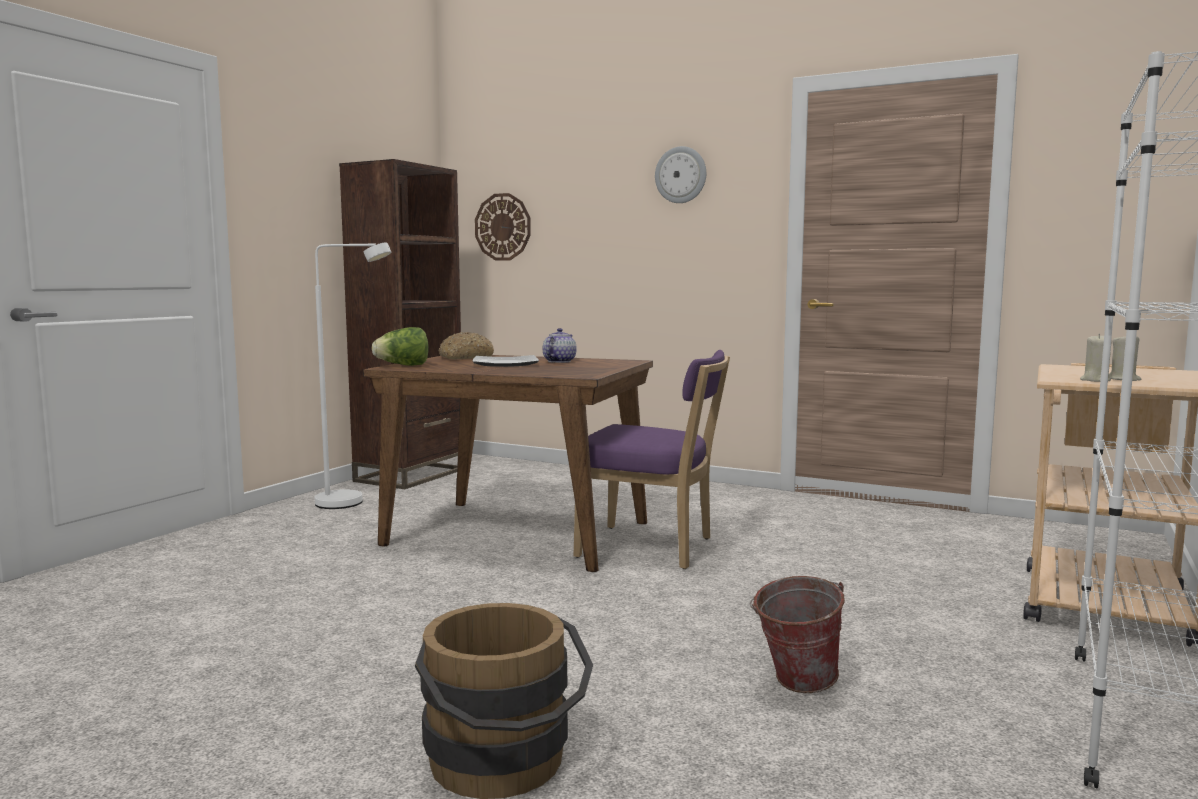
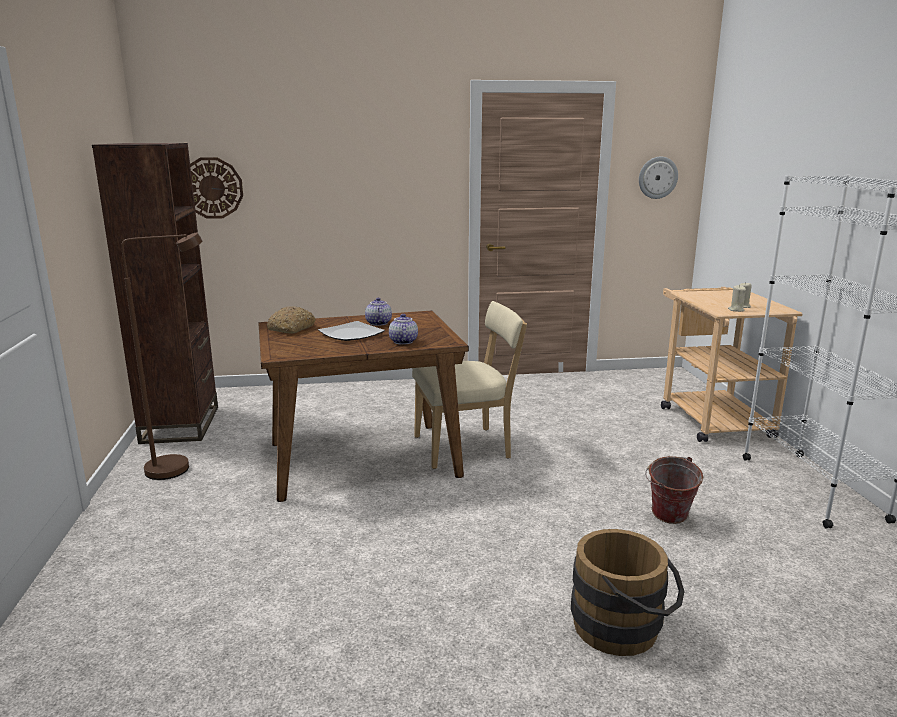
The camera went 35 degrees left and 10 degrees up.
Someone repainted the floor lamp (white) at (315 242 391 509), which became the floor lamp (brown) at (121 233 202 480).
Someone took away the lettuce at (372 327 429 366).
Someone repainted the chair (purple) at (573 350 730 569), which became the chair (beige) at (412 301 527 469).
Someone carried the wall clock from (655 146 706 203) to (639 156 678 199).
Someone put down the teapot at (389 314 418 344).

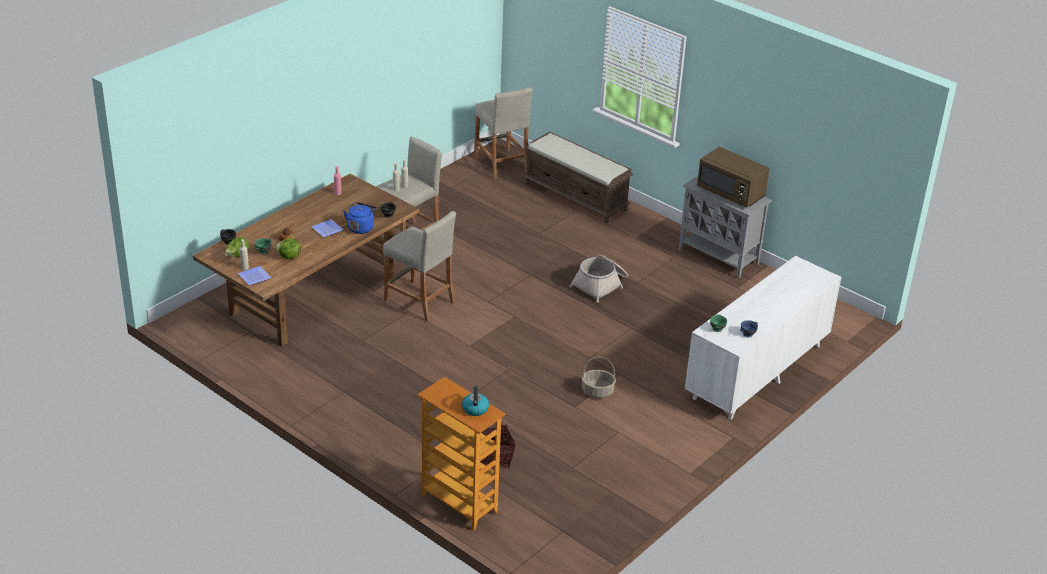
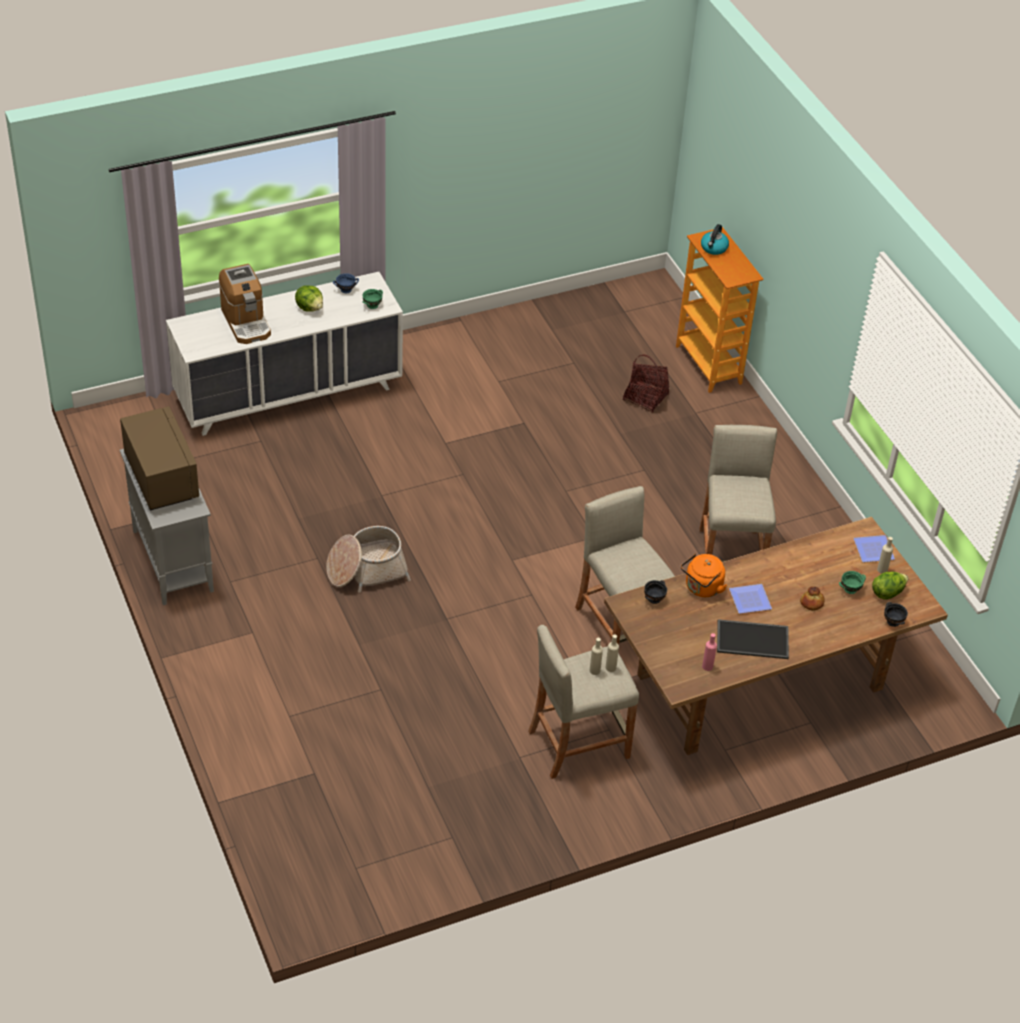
The camera went 155 degrees left and 10 degrees up.
Someone carried the lettuce from (276 239 301 259) to (295 285 323 312).
Someone repainted the kettle (blue) at (343 202 377 234), which became the kettle (orange) at (681 554 727 597).
Someone carried the stool (beige) from (474 87 533 179) to (700 425 777 562).
Someone took away the bench (brown) at (522 132 633 223).
Someone took away the basket at (582 357 616 398).
Someone put down the coffee machine at (219 264 271 344).
Someone put down the tray at (717 619 789 659).

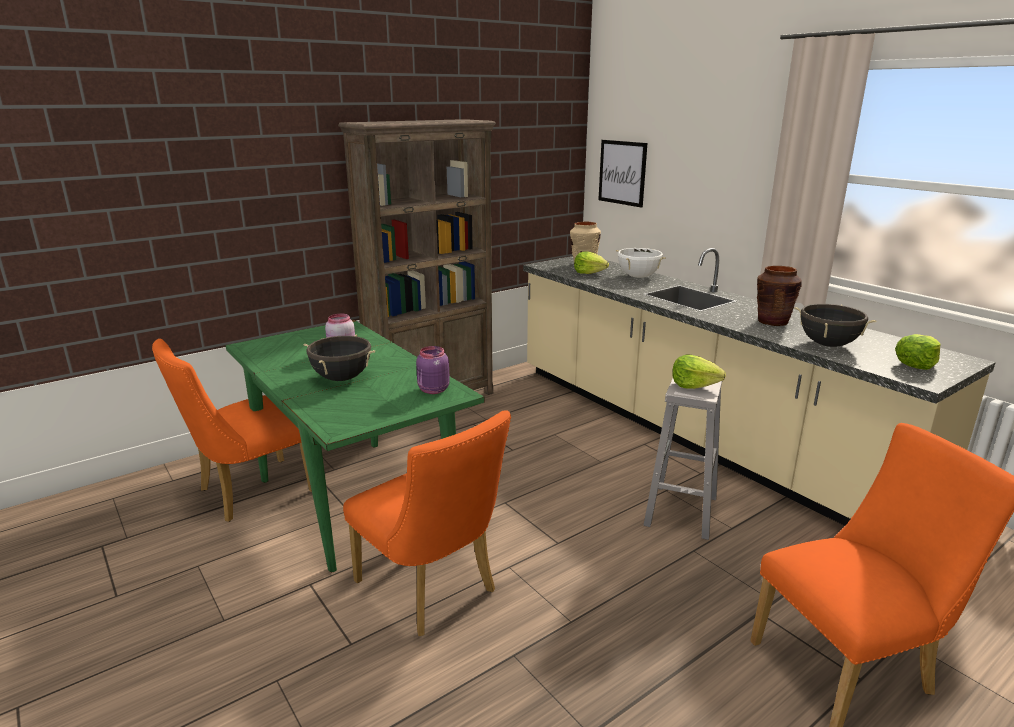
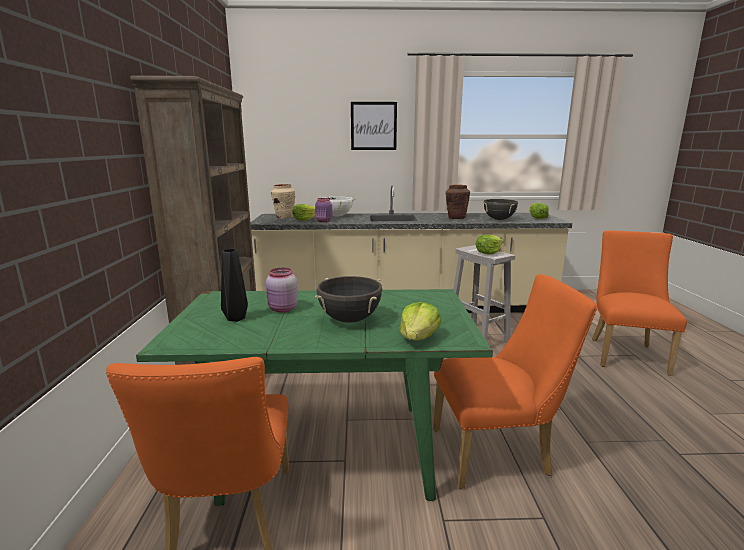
The camera went 55 degrees left and 5 degrees down.
Someone carried the jar (purple) from (416 346 450 394) to (315 198 333 222).
Someone carried the picture from (598 140 647 208) to (351 102 397 150).
Someone put down the vase (black) at (221 249 248 322).
Someone put down the lettuce at (399 302 441 340).

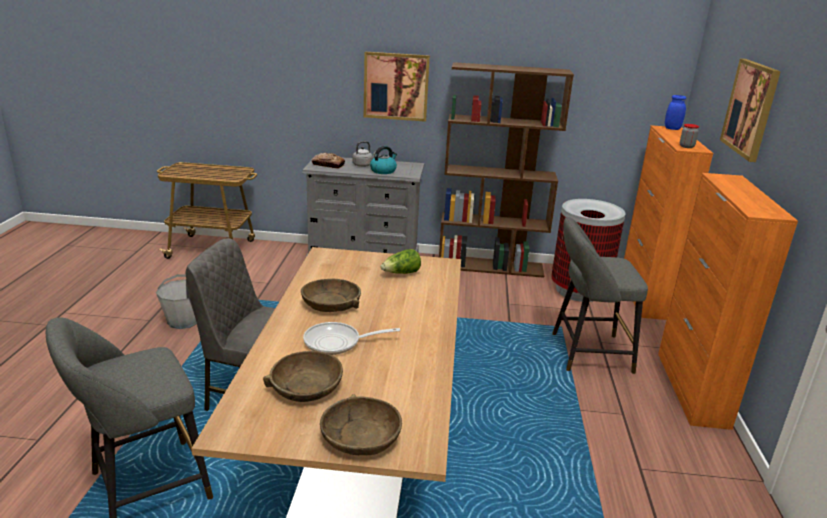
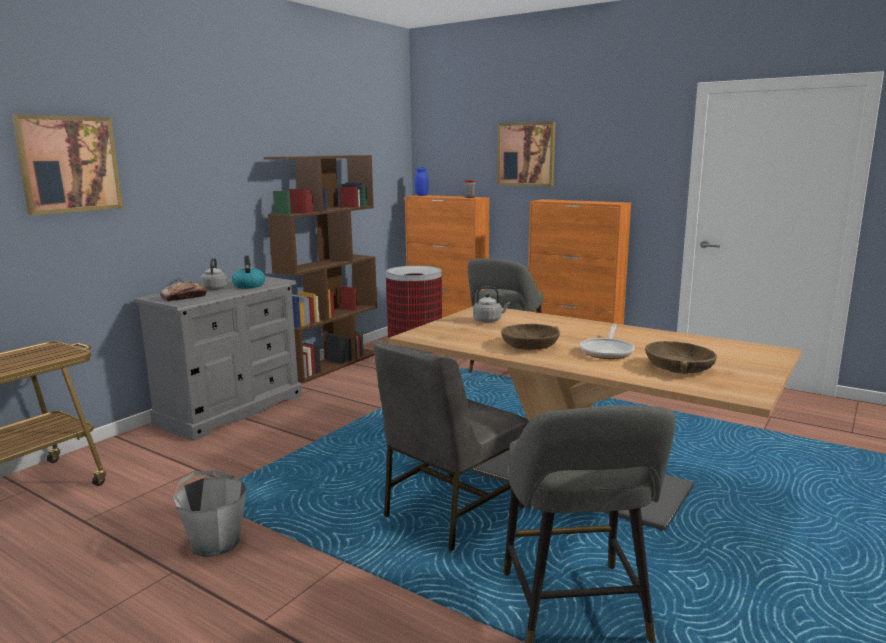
The camera went 60 degrees left and 10 degrees down.
Someone took away the bowl (brown) at (320 394 402 455).
Someone carried the picture from (364 52 430 122) to (12 114 123 215).
Someone swapped the lettuce at (381 249 421 274) for the kettle (grey) at (473 286 510 322).

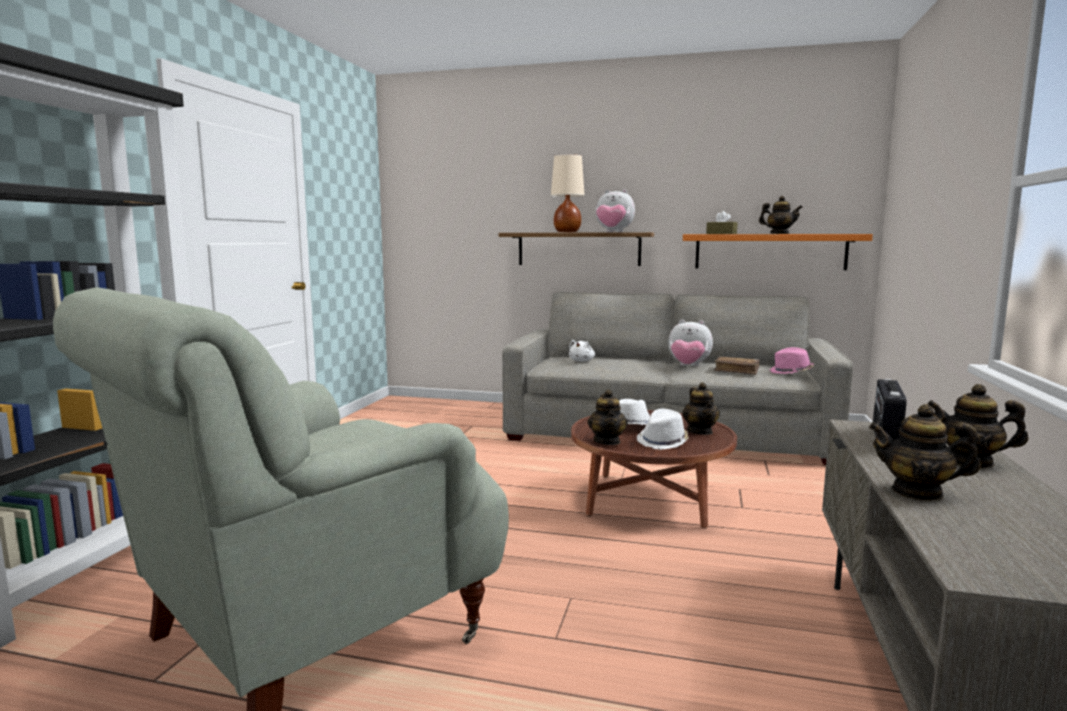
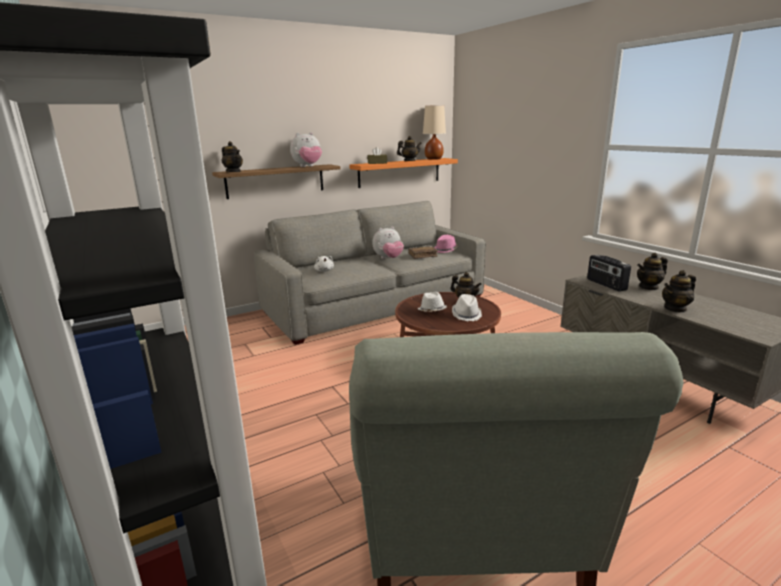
The camera went 45 degrees left and 10 degrees up.
Someone carried the table lamp (beige) from (551 154 585 232) to (423 105 446 160).
Someone carried the teapot from (587 389 628 445) to (221 141 243 172).

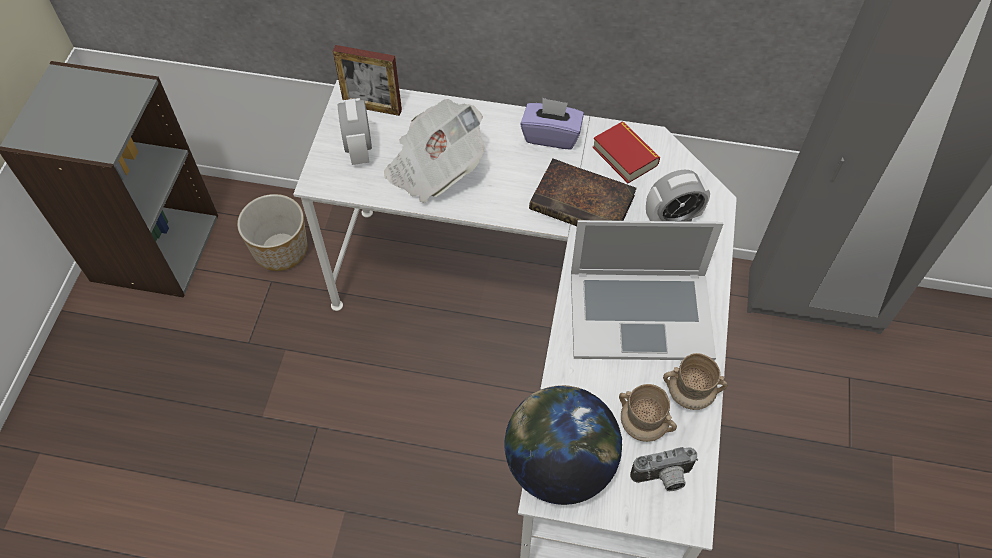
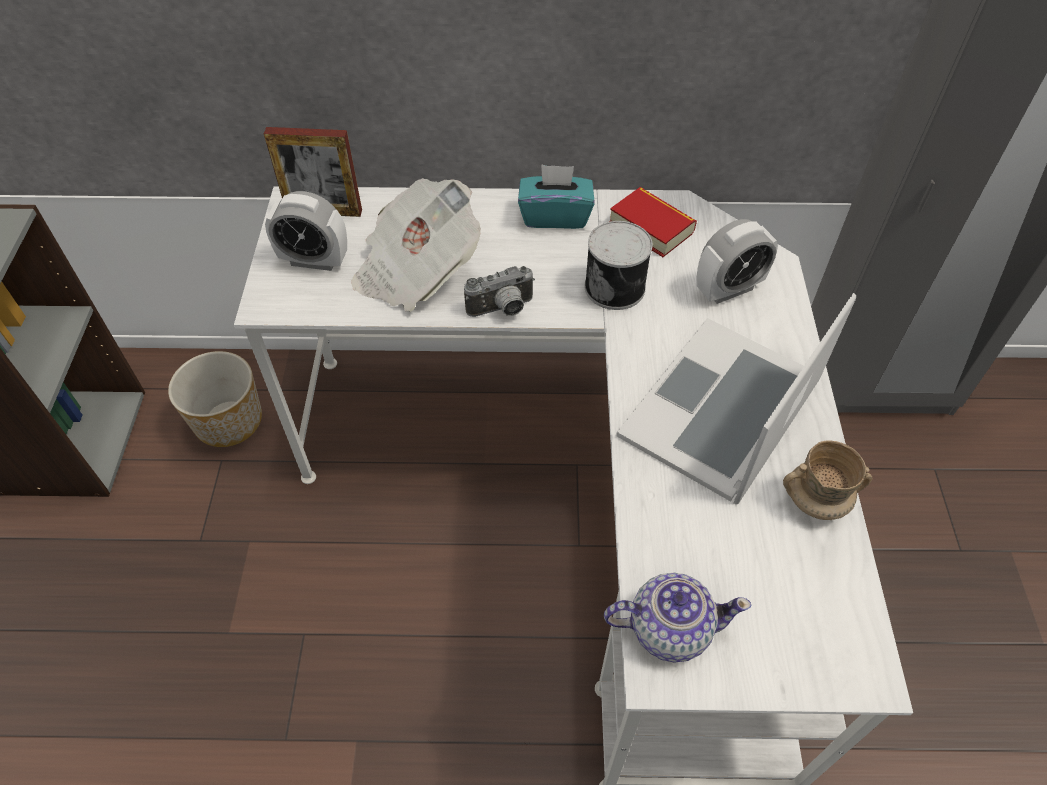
The camera went 10 degrees left and 5 degrees down.
Someone rotated the alarm clock at (338 98 372 165) by 60 degrees counterclockwise.
Someone swapped the globe at (504 385 622 505) for the teapot at (604 573 751 663).
Someone repainted the tissue box (purple) at (520 98 584 150), which became the tissue box (turquoise) at (518 164 595 229).
Someone swapped the book at (529 158 637 226) for the can at (585 221 653 310).
Someone rotated the laptop at (571 220 724 361) by 135 degrees clockwise.
Someone took away the mug (beige) at (619 384 677 442).
Someone carried the photo camera from (630 447 698 491) to (464 266 535 317).

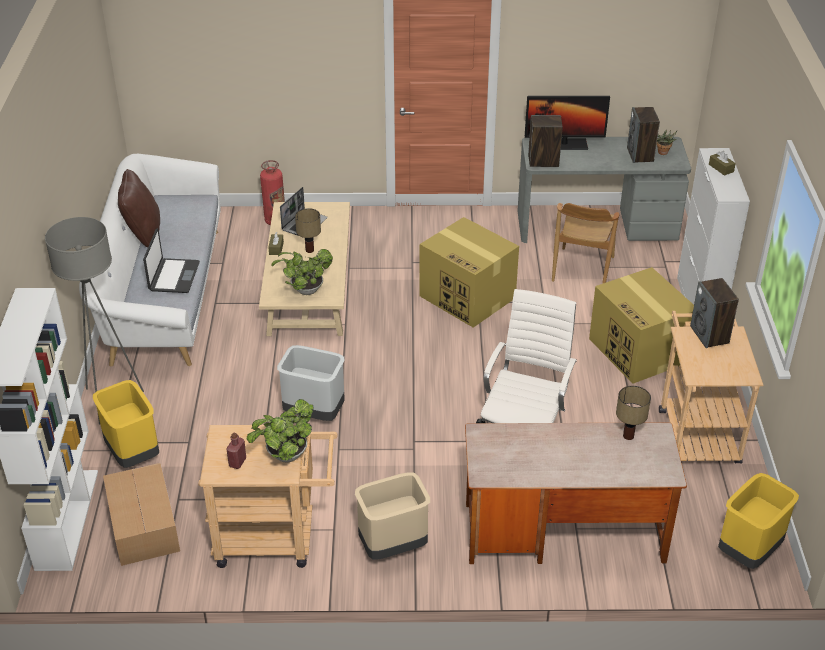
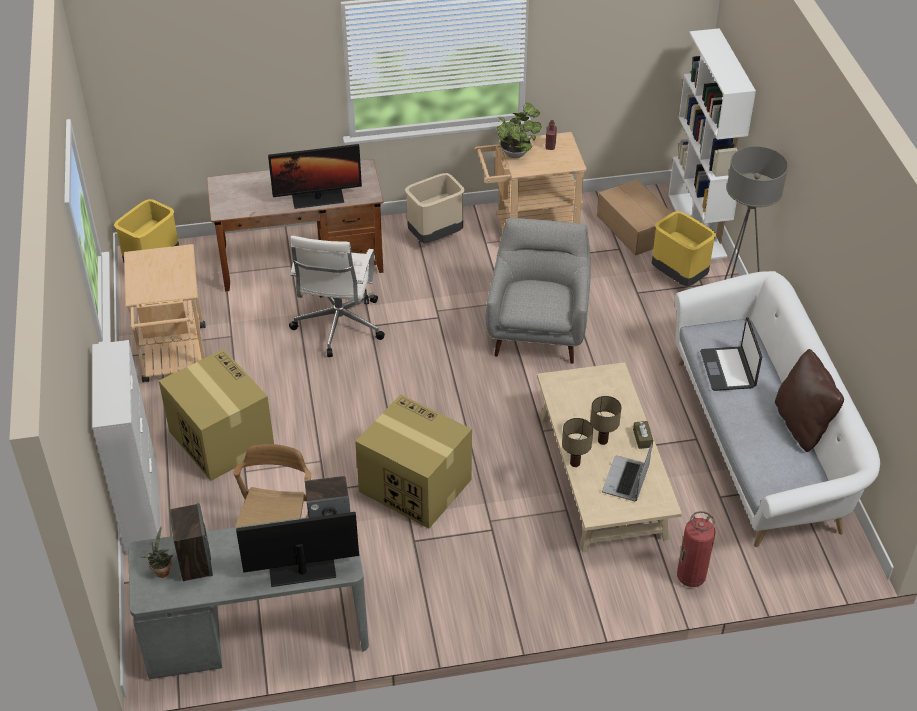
The camera went 170 degrees right and 5 degrees up.
Someone took away the potted plant at (272 249 333 295).
Someone swapped the trash can (grey) at (277 345 345 421) for the armchair (grey) at (486 218 591 364).
Someone carried the table lamp from (616 386 651 440) to (562 418 593 467).
Someone took away the speaker at (690 278 739 348).
Someone took away the tissue box (brown) at (709 151 736 176).
Someone put down the monitor at (268 144 362 209).

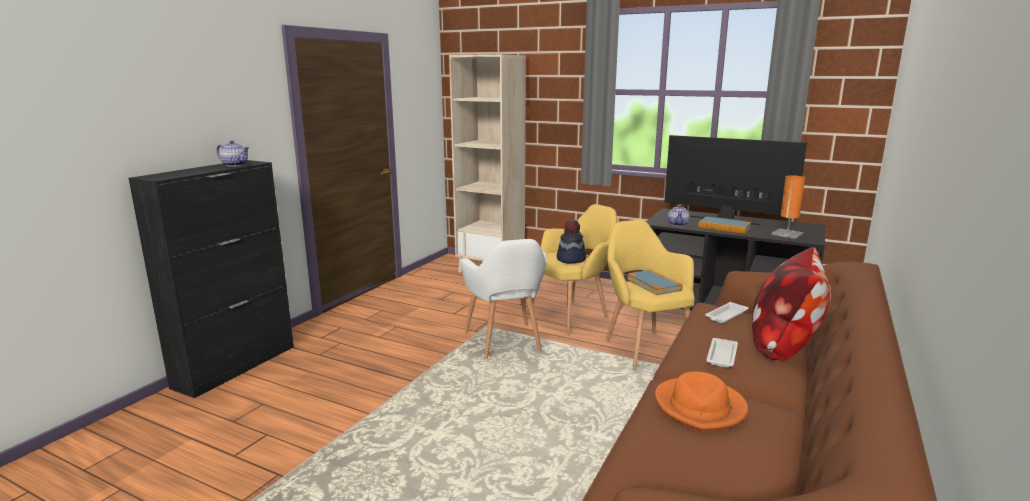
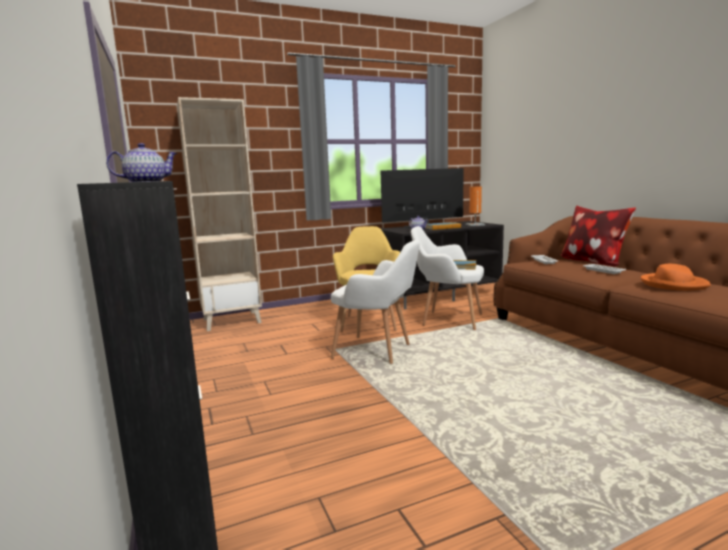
The camera went 50 degrees left and 5 degrees down.
Someone took away the hat at (557 220 586 264).
Someone repainted the armchair (yellow) at (606 220 694 371), which became the armchair (white) at (411 226 484 330).

